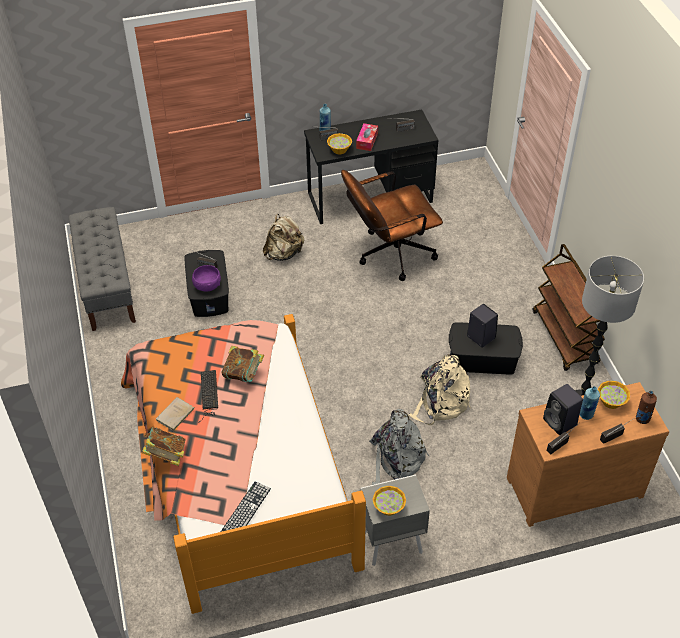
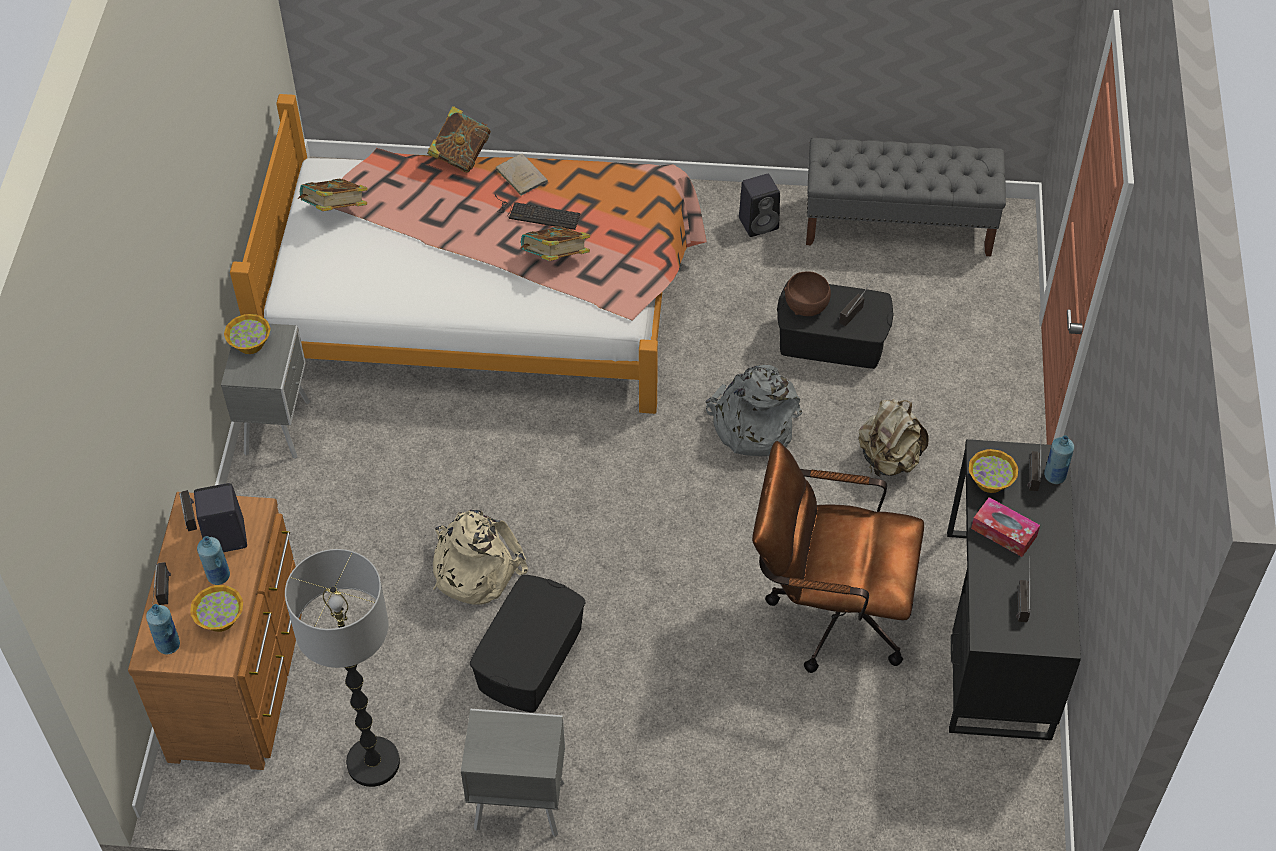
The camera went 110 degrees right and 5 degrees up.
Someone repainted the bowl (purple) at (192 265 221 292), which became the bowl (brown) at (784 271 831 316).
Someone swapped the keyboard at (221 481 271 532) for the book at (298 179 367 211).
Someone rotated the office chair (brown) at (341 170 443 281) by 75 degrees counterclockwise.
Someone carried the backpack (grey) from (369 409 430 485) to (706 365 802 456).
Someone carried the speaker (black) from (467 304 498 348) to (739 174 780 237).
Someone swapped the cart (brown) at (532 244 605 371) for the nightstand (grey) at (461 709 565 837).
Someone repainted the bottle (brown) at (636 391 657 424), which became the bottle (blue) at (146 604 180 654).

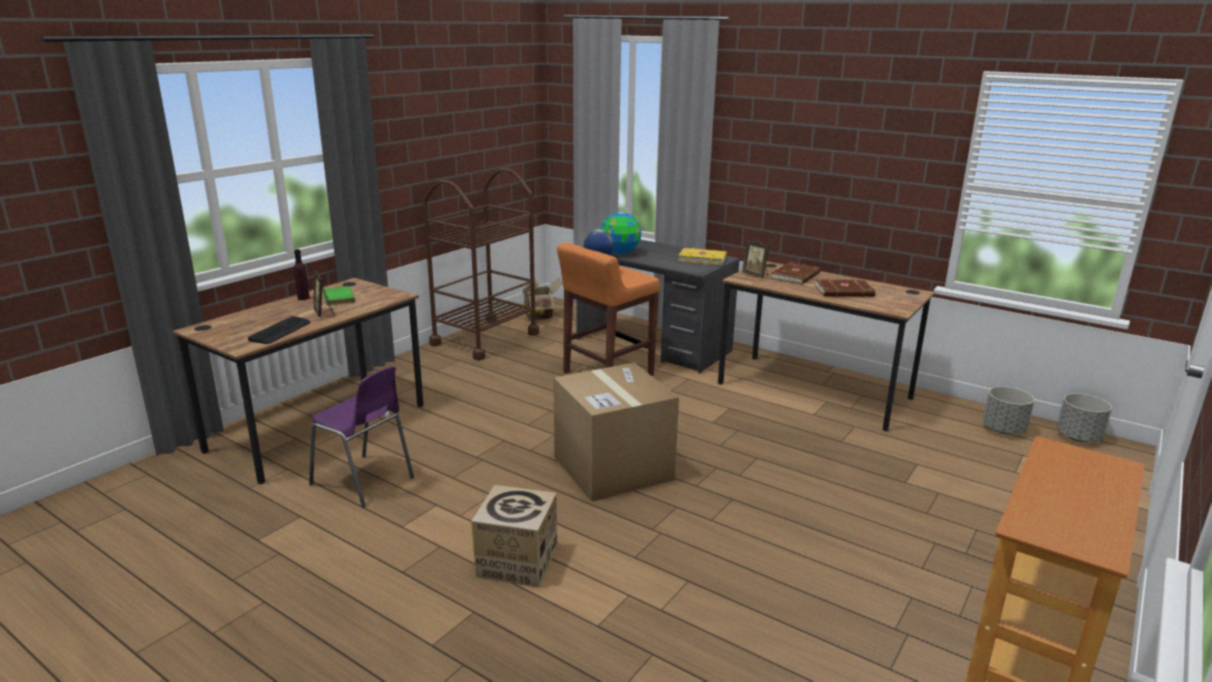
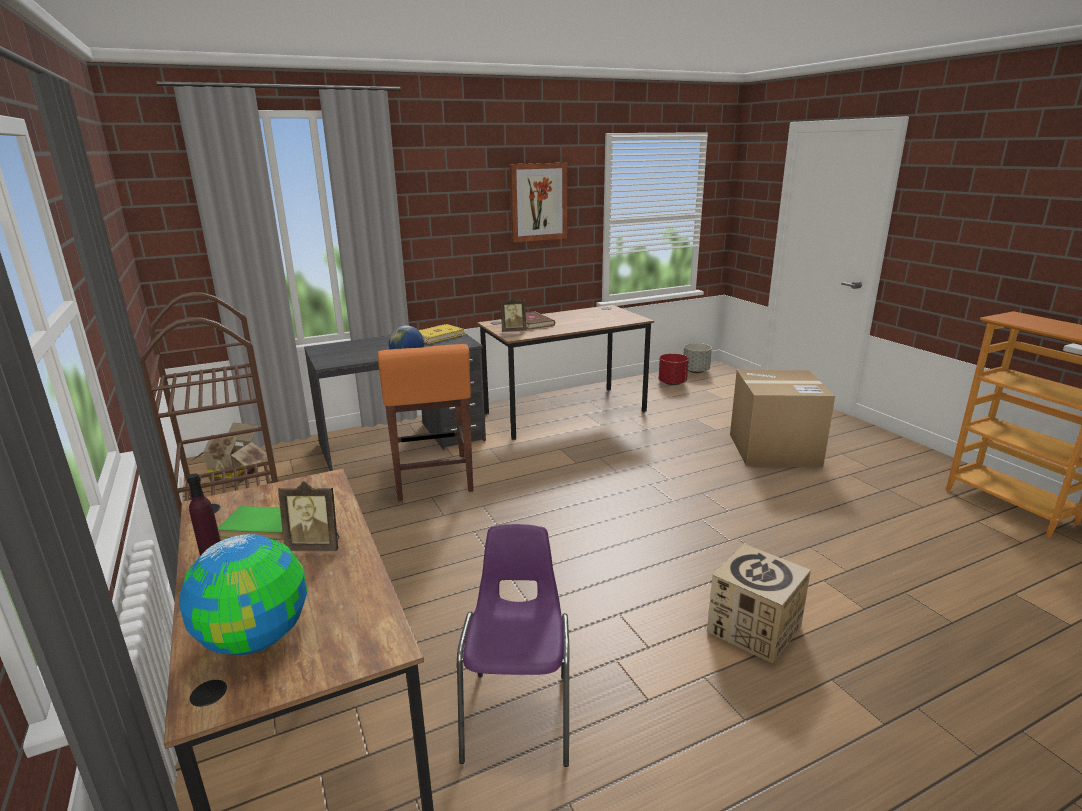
The camera went 60 degrees left and 0 degrees up.
Someone took away the keyboard at (248 316 310 344).
Someone rotated the chair (purple) at (309 366 414 508) by 60 degrees counterclockwise.
Someone carried the cardboard box from (553 363 679 502) to (730 370 835 467).
Someone carried the globe from (600 212 641 255) to (179 534 307 655).
Someone took away the book (brown) at (815 279 875 297).
Someone repainted the planter (grey) at (983 386 1035 434), which became the planter (red) at (659 354 689 385).
Someone put up the picture at (510 163 567 243).

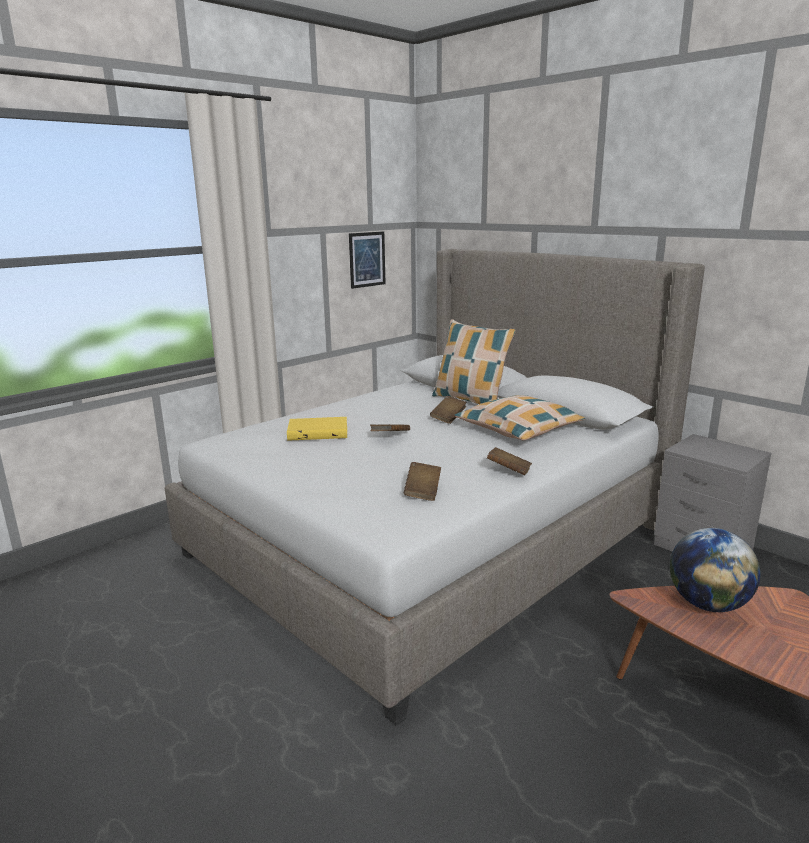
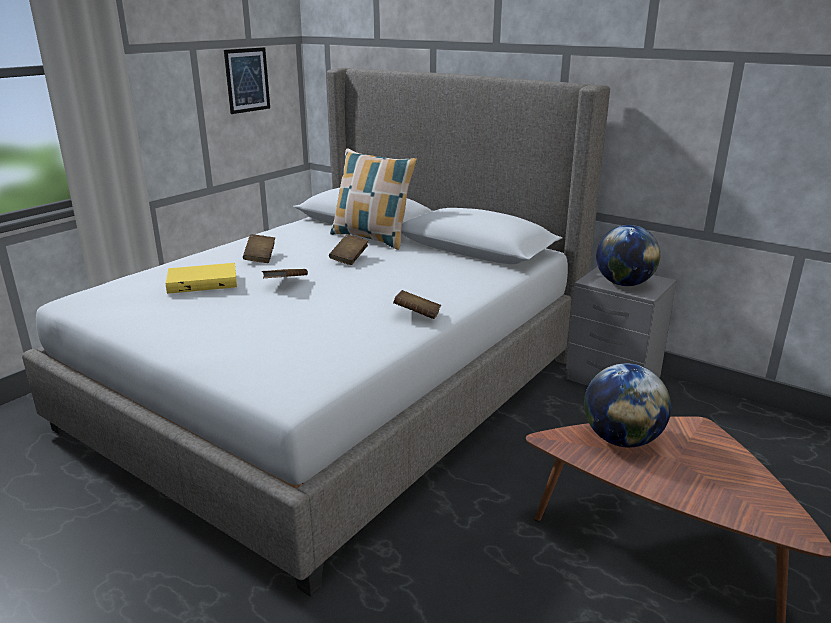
The camera went 10 degrees left and 5 degrees up.
Someone carried the book (brown) from (404 462 441 501) to (243 234 275 263).
Someone took away the pillow at (455 395 585 440).
Someone put down the globe at (596 225 660 286).

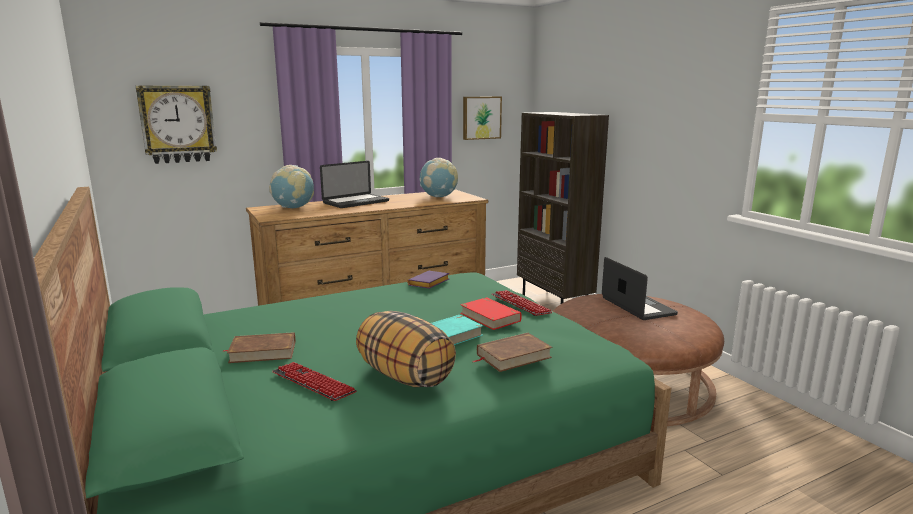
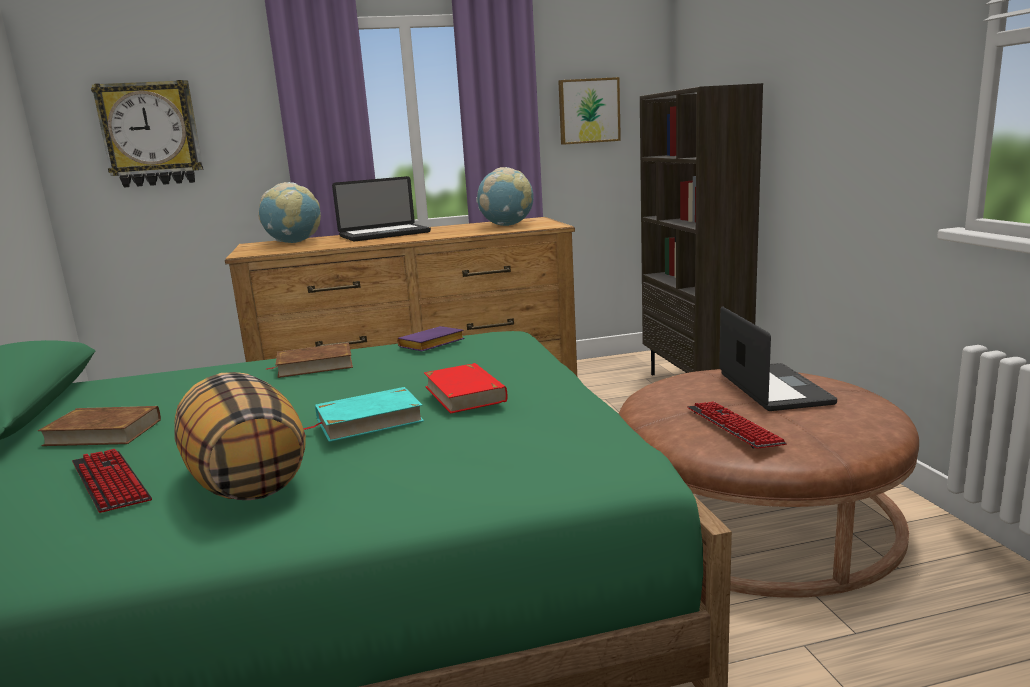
The camera went 15 degrees right and 0 degrees up.
Someone carried the book (brown) from (473 333 553 372) to (265 343 353 378).
Someone carried the keyboard from (491 290 552 316) to (687 401 787 449).

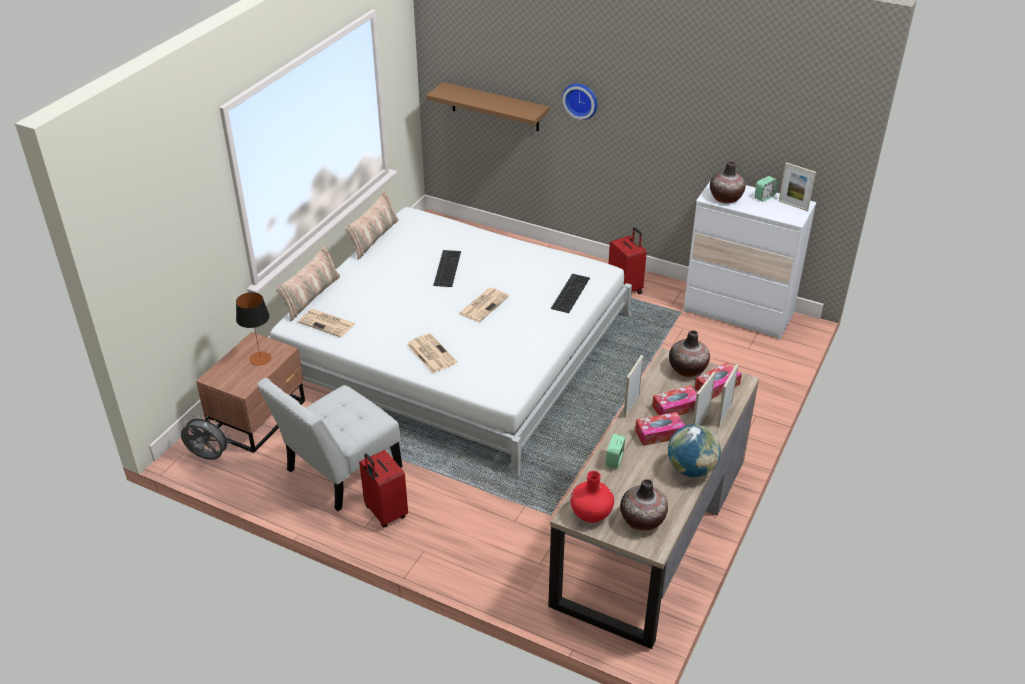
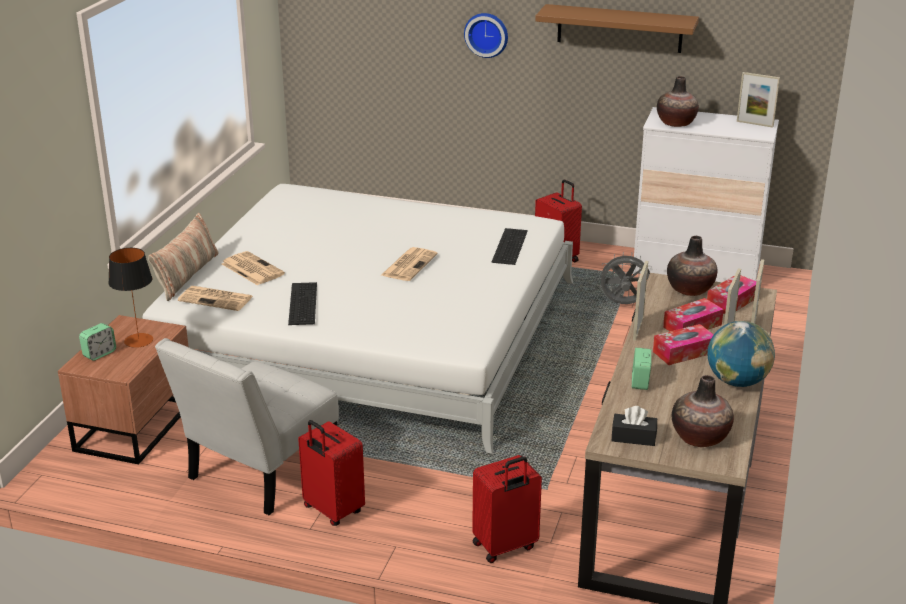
The camera went 10 degrees left and 10 degrees down.
Someone carried the fan (grey) from (181 415 232 460) to (598 252 652 304).
Someone took away the pillow at (345 191 398 260).
Someone carried the newspaper from (407 333 457 373) to (222 251 285 286).
Someone carried the shelf (brown) from (426 82 549 132) to (535 4 699 53).
Someone carried the keyboard from (433 250 461 287) to (288 282 317 325).
Someone swapped the vase (red) at (570 471 614 523) for the tissue box (black) at (612 406 657 446).
Someone carried the alarm clock from (755 176 778 202) to (79 323 116 361).
Someone put down the suitcase (red) at (472 455 542 563).

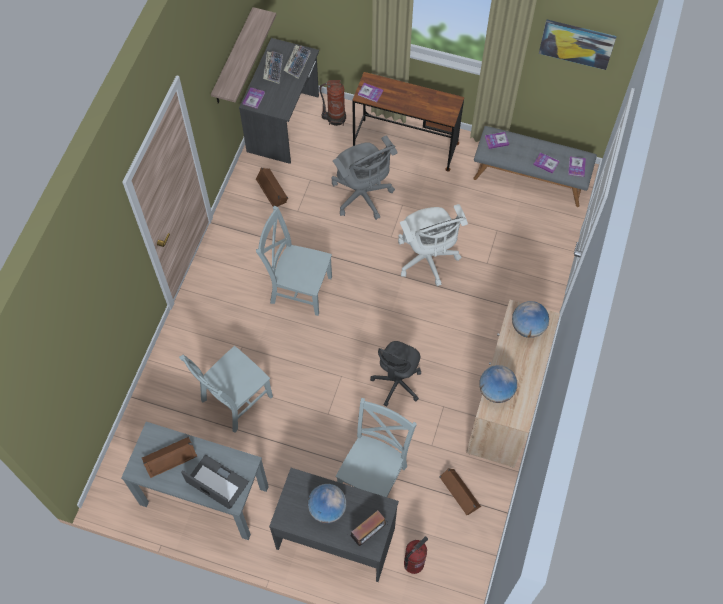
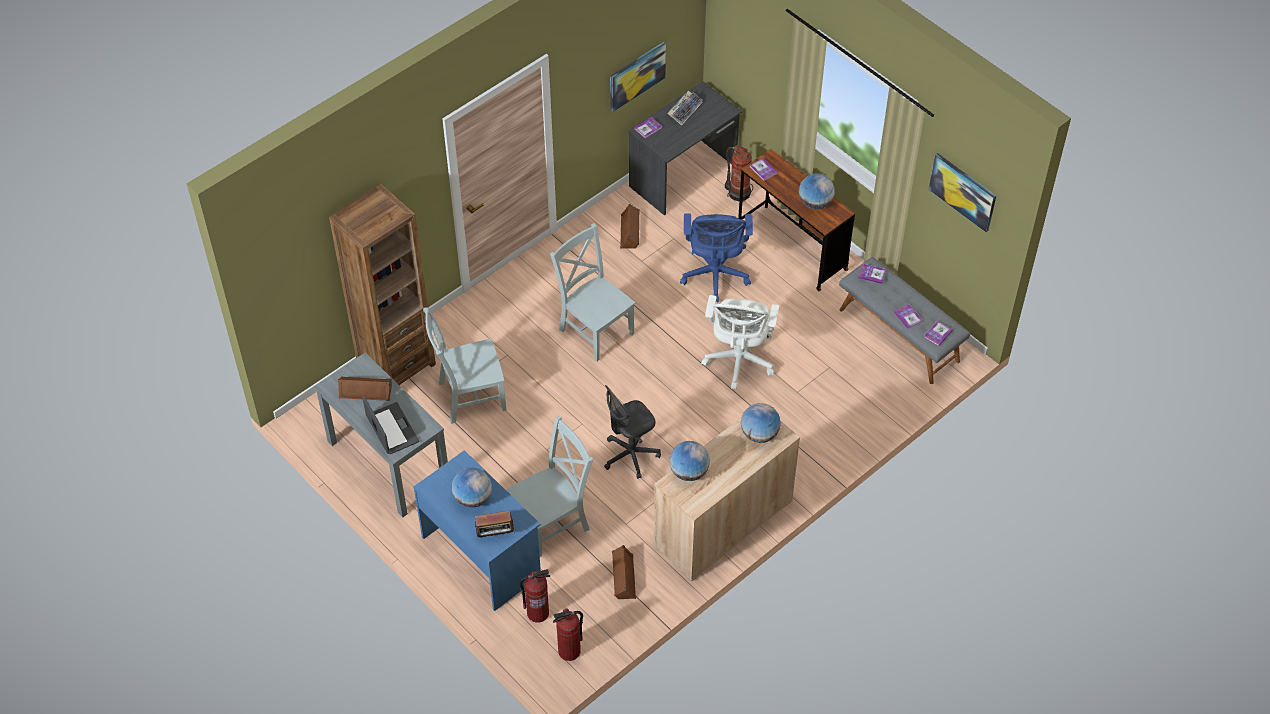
The camera went 30 degrees right and 10 degrees down.
Someone swapped the shelf at (211 7 276 104) for the picture at (610 42 666 112).
Someone repainted the desk (grey) at (269 468 399 582), which became the desk (blue) at (413 450 541 611).
Someone took away the keyboard at (283 45 310 79).
Someone repainted the office chair (grey) at (332 136 398 220), which became the office chair (blue) at (680 213 753 303).
Someone put down the bookcase (brown) at (329 184 436 385).
Someone put down the fire extinguisher at (553 609 583 661).
Someone put down the globe at (799 173 835 209).

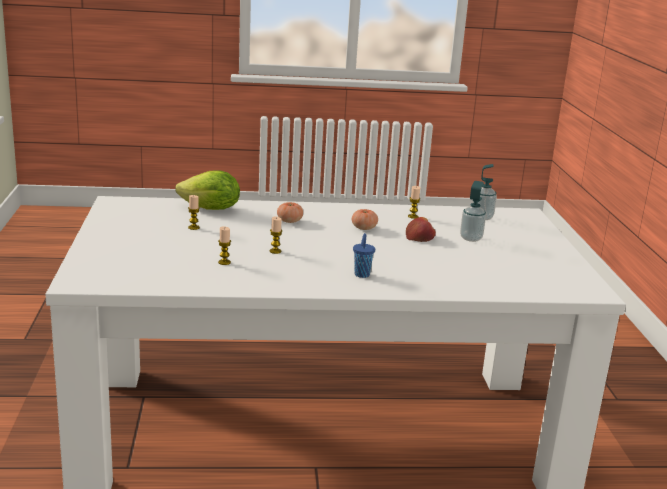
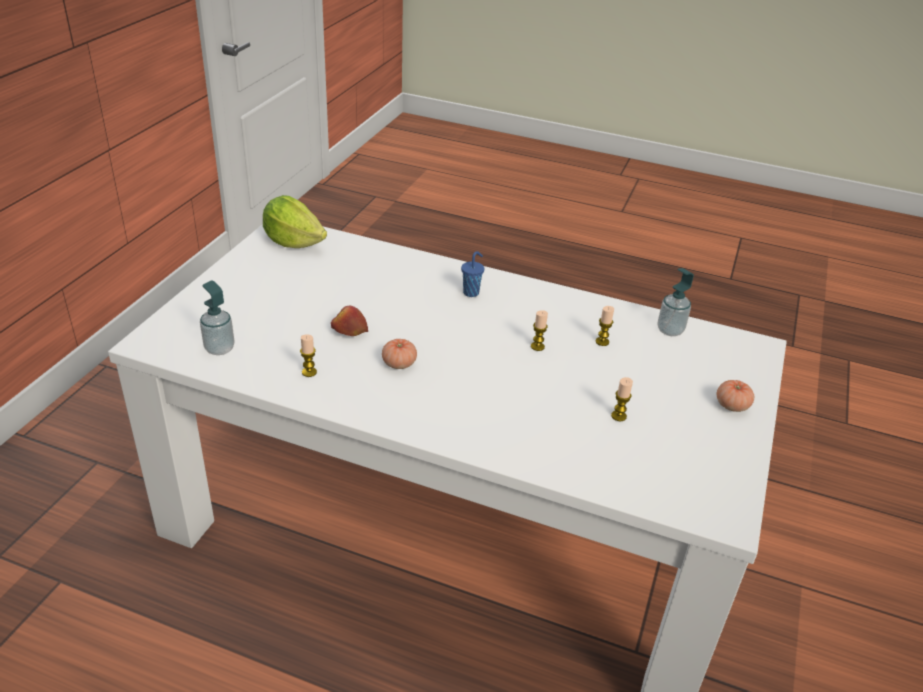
The camera went 155 degrees left and 15 degrees up.
Someone carried the lettuce from (175 170 240 210) to (263 195 327 248).
Someone carried the tomato from (277 202 303 223) to (717 380 754 412).
Someone carried the soap dispenser from (460 181 486 242) to (658 268 694 336).

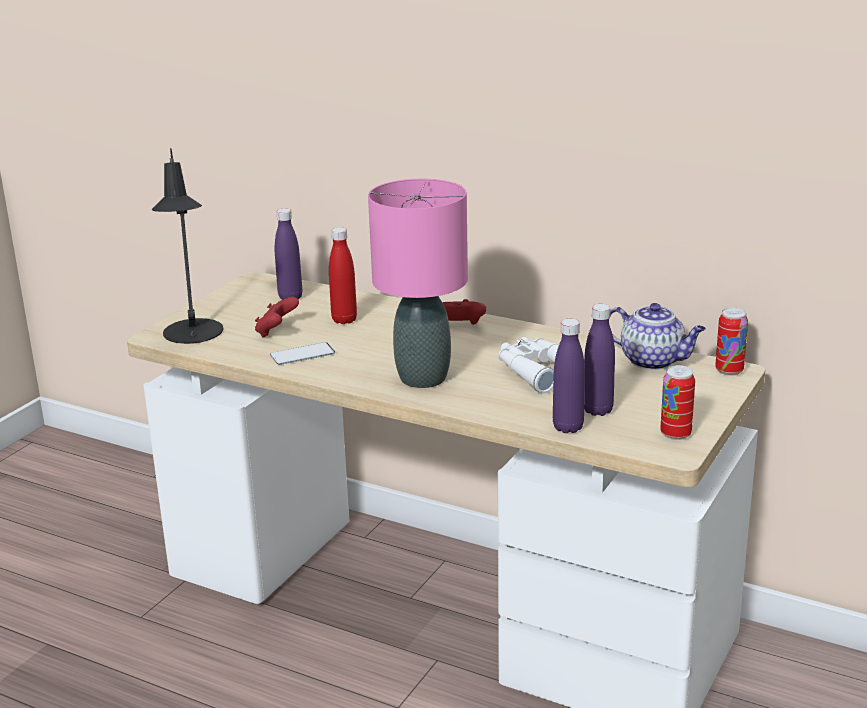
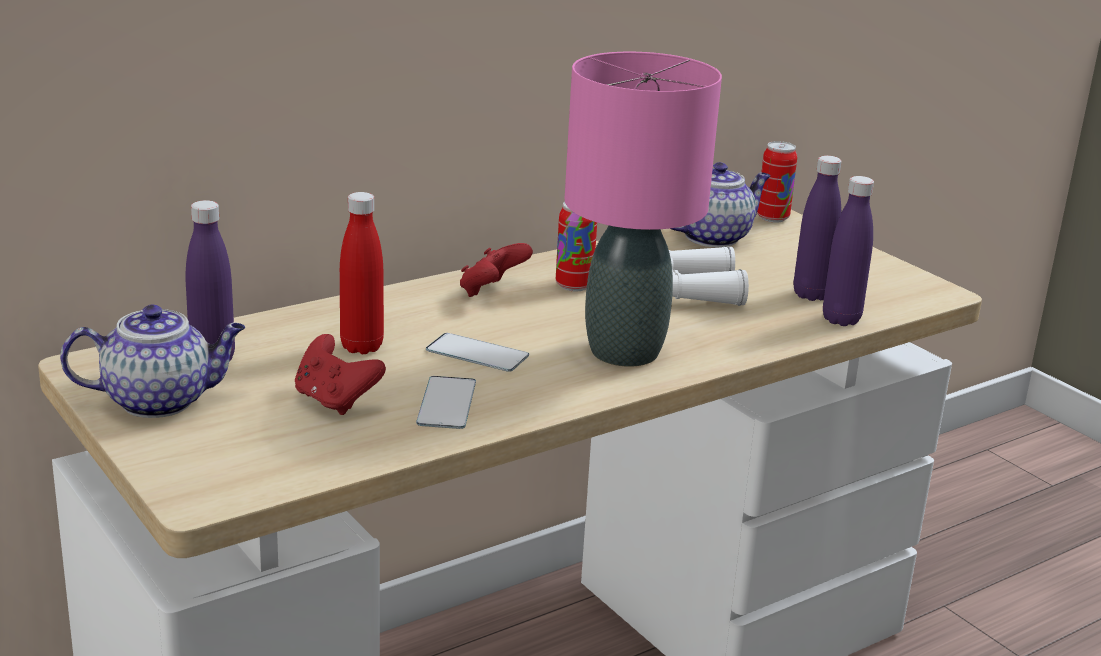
The camera went 65 degrees left and 0 degrees up.
Someone took away the table lamp (black) at (151 148 223 344).
Someone carried the can from (660 365 695 440) to (556 201 597 291).
Someone put down the teapot at (60 305 245 418).
Someone put down the phone at (426 333 529 372).

